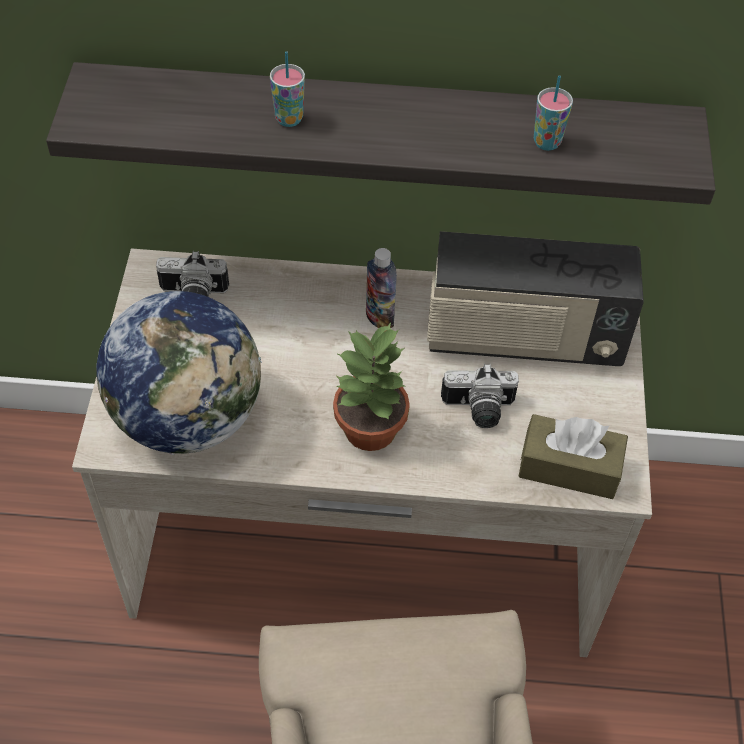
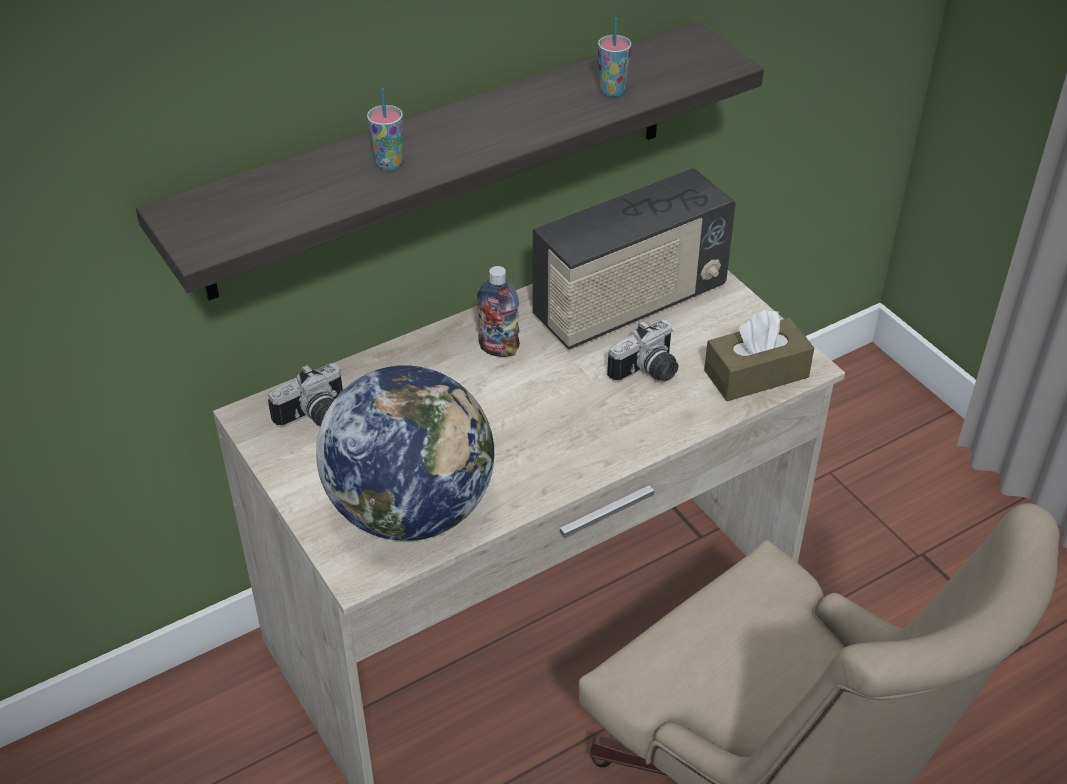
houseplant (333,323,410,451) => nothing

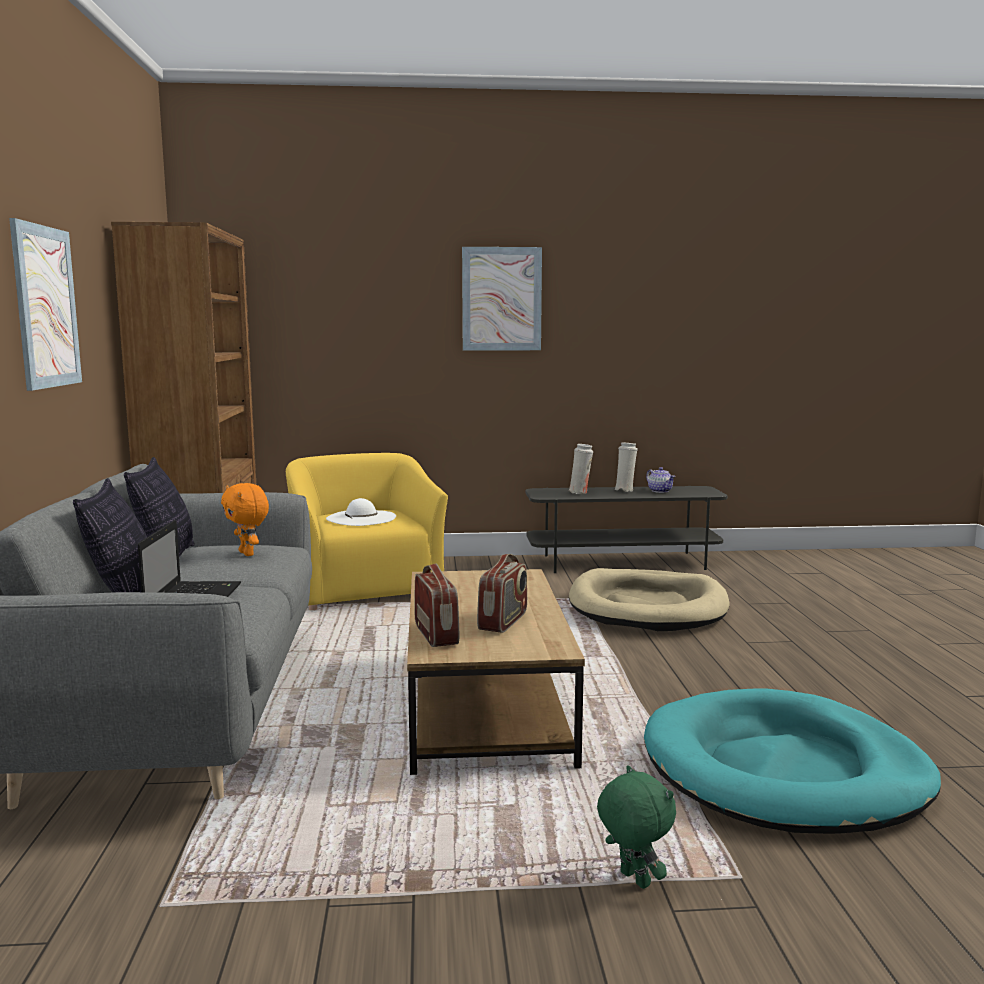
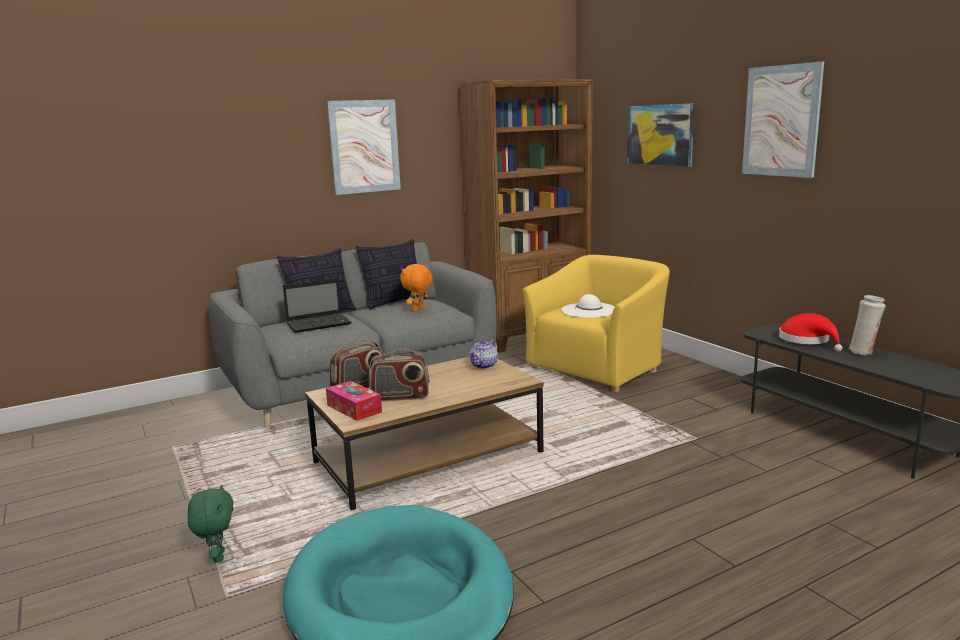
cuddly toy in greenish (597,765,676,889) => cuddly toy in greenish (188,485,234,564), 45 degrees counterclockwise
nothing => box of tissues (326,381,382,421)
pot for tea (646,467,675,493) => pot for tea (469,339,498,369), moved
nothing => wall picture (627,103,694,167)
flower vase in white-coloured (568,444,593,494) => hat in red (779,313,843,351)
pet bed in sand-coloured (569,568,729,631) => nothing

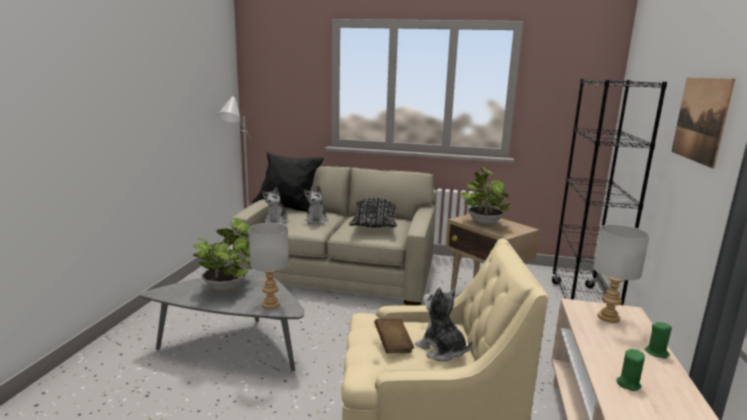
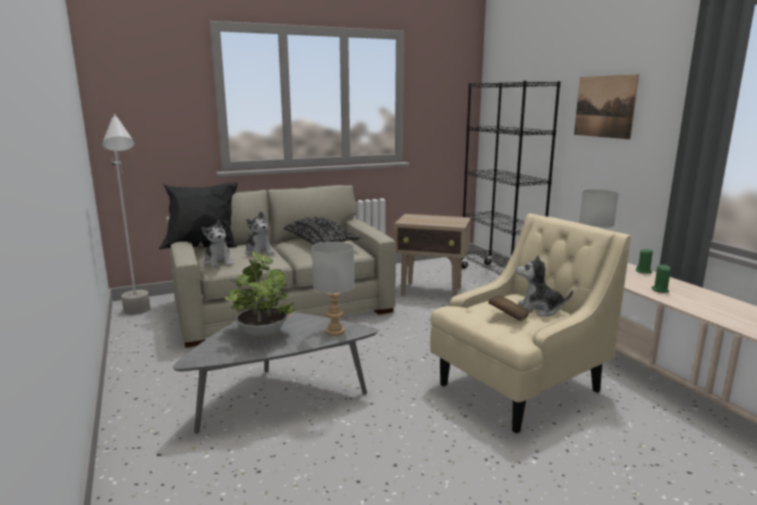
houseplant (462,166,512,226) => nothing

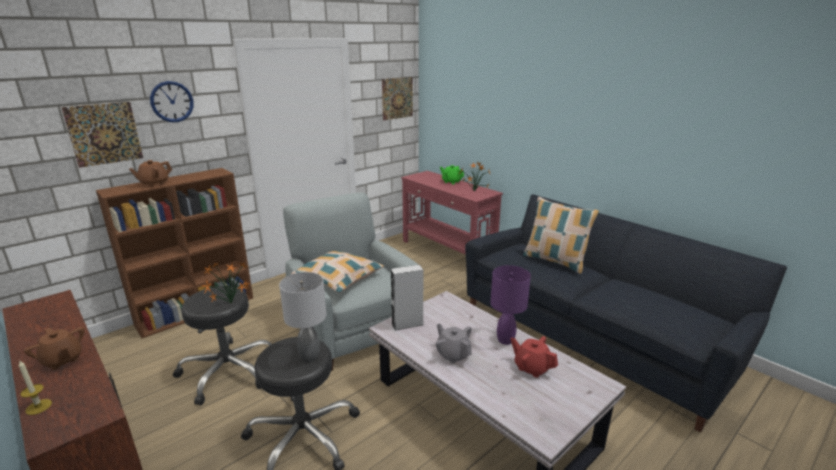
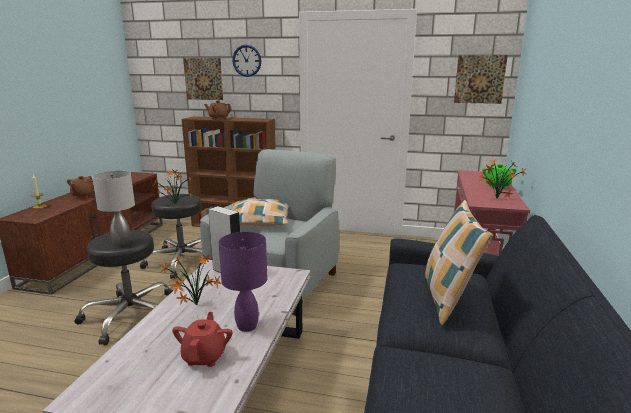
pot for tea in grey (436,324,472,364) => houseplant (160,254,222,305)

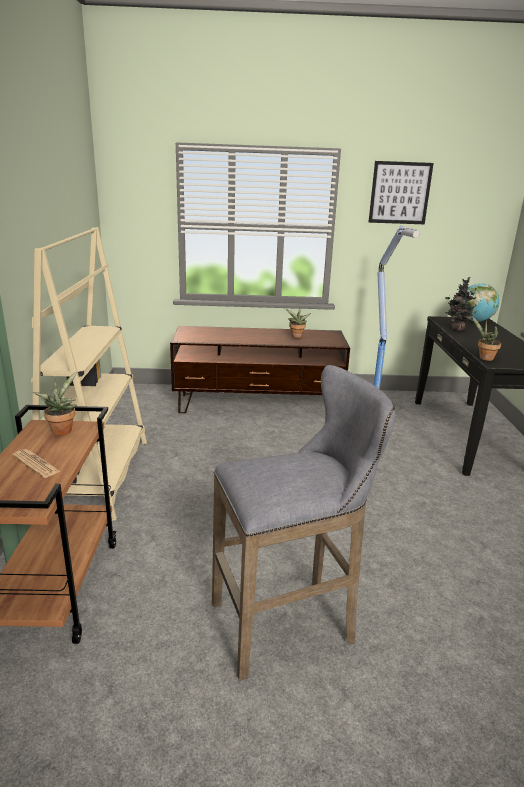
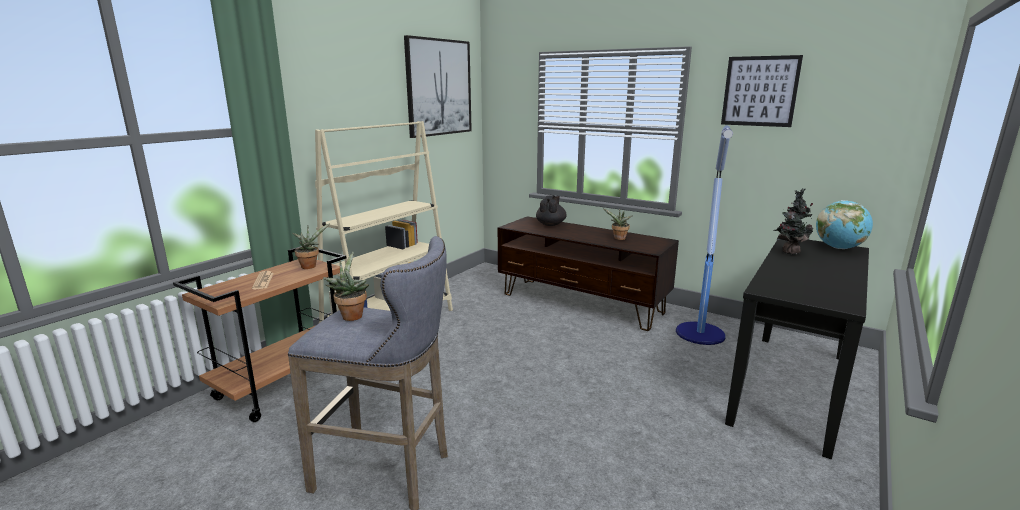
houseplant (471,316,501,361) => houseplant (323,252,369,321), moved
nothing => wall picture (404,35,472,138)
nothing => pot for tea in black-coloured (536,196,567,226)

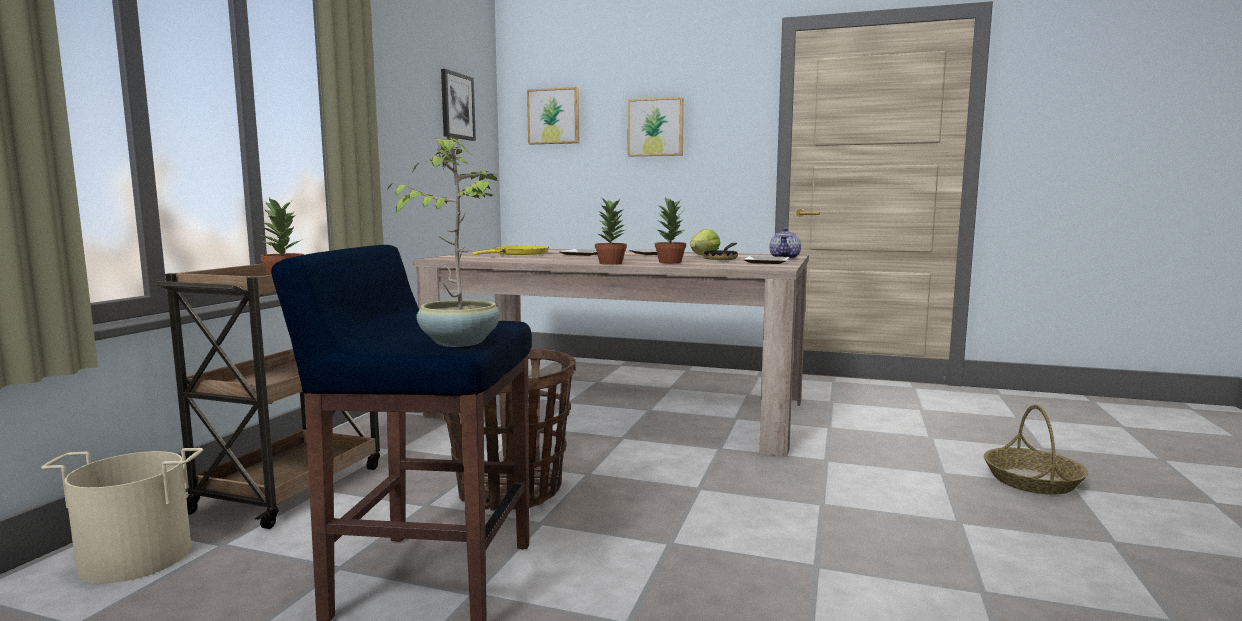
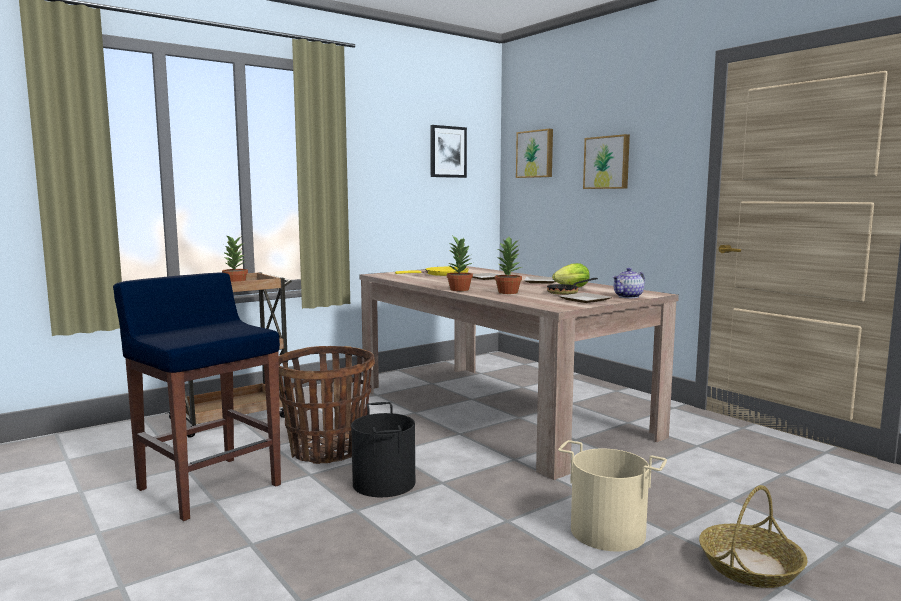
nothing => bucket in black-coloured (351,402,415,497)
bucket in sand-coloured (41,448,203,584) => bucket in sand-coloured (558,440,667,551), moved
houseplant (386,135,501,347) => nothing

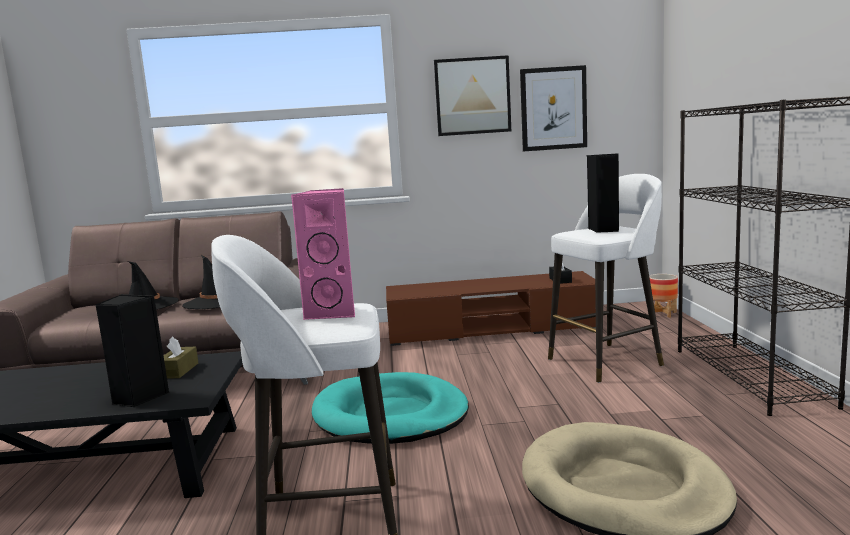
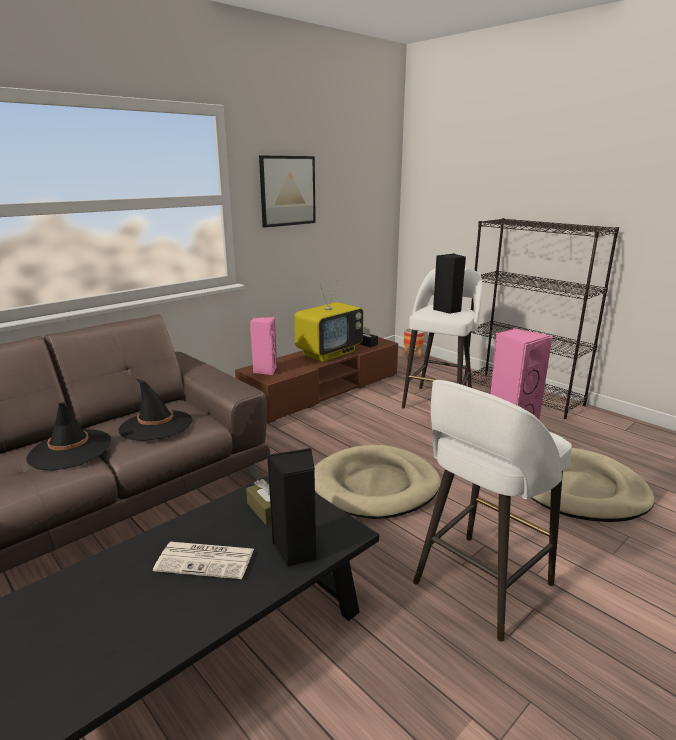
nothing => daily paper (153,542,254,579)
nothing => loudspeaker in pink (250,317,277,375)
nothing => TV set (294,280,363,362)
pet bed in turquoise-coloured (312,372,469,444) => pet bed in sand-coloured (314,445,441,519)
wall picture (520,65,587,151) => nothing

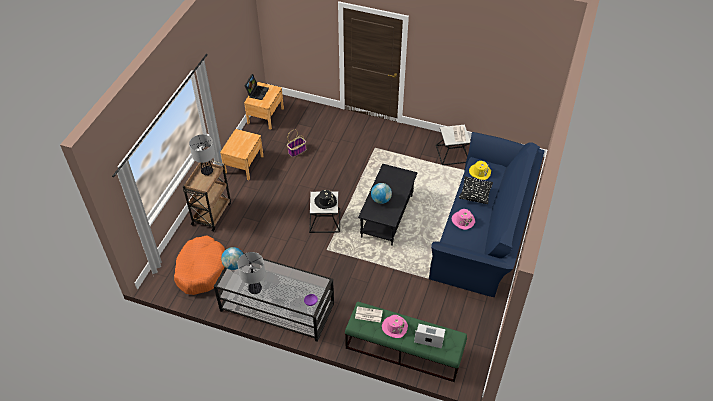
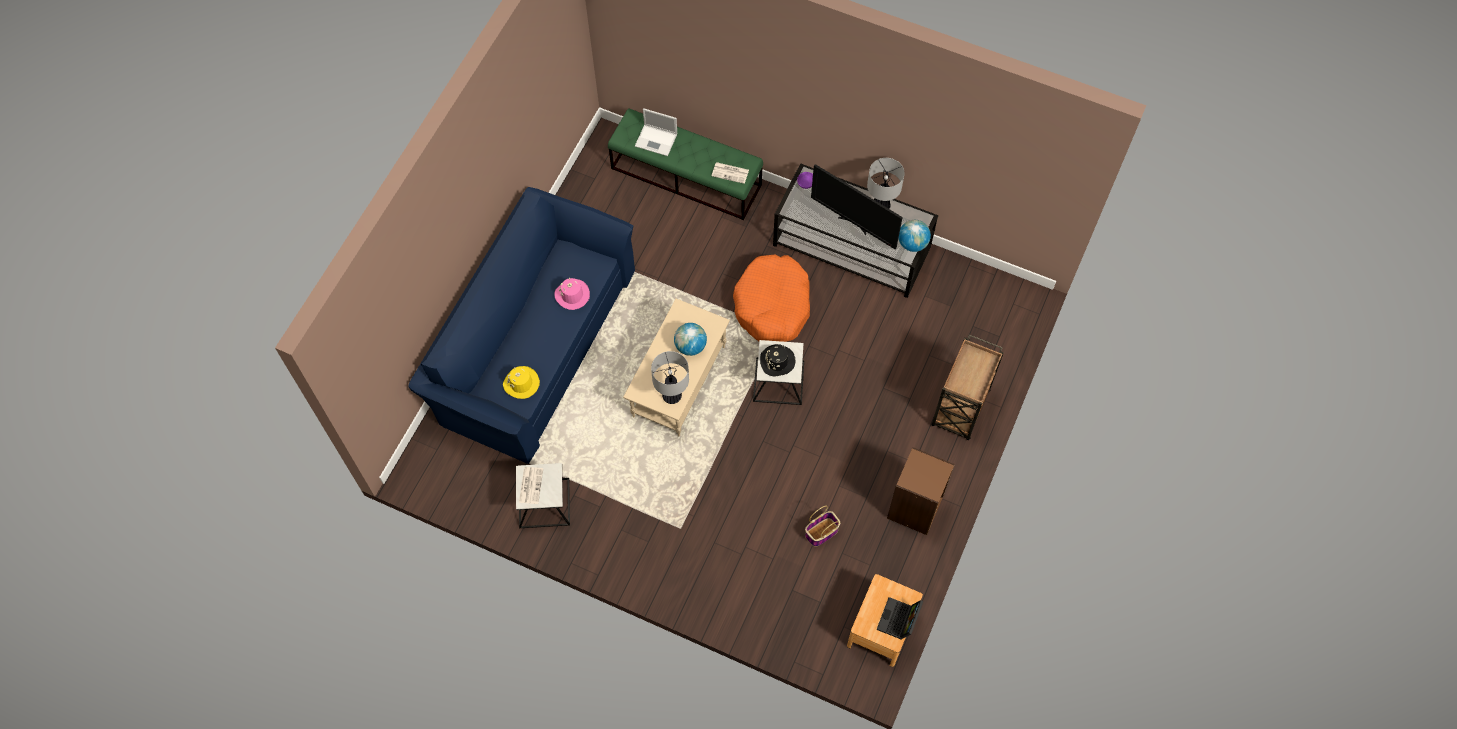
lounge table in black-coloured (358,164,418,246) => lounge table in sand-coloured (623,298,730,436)
table lamp (189,134,215,176) => table lamp (651,351,689,404), moved
pet bed in orange (174,235,225,295) => pet bed in orange (733,255,810,342), moved
nothing => TV set (811,164,903,249)
bedside table in brown-coloured (220,129,264,180) => bookcase in brown-coloured (887,447,955,535)
hat in pink (382,315,408,338) => nothing
pillow in black-coloured (459,176,493,204) => nothing

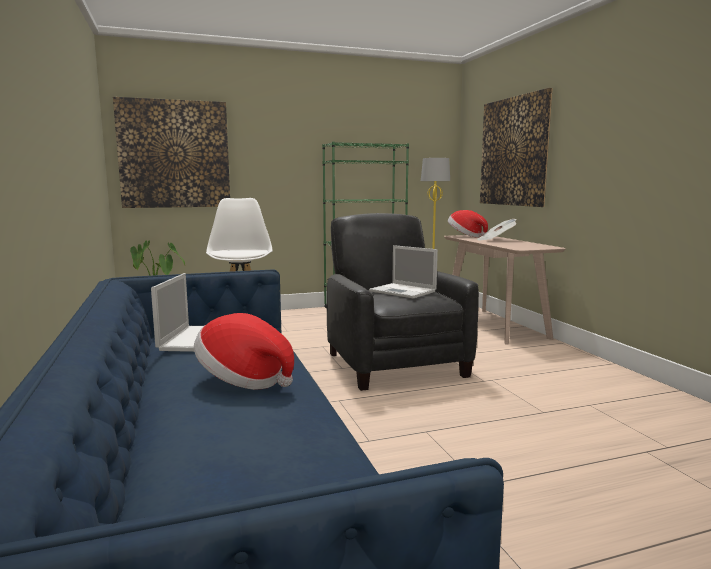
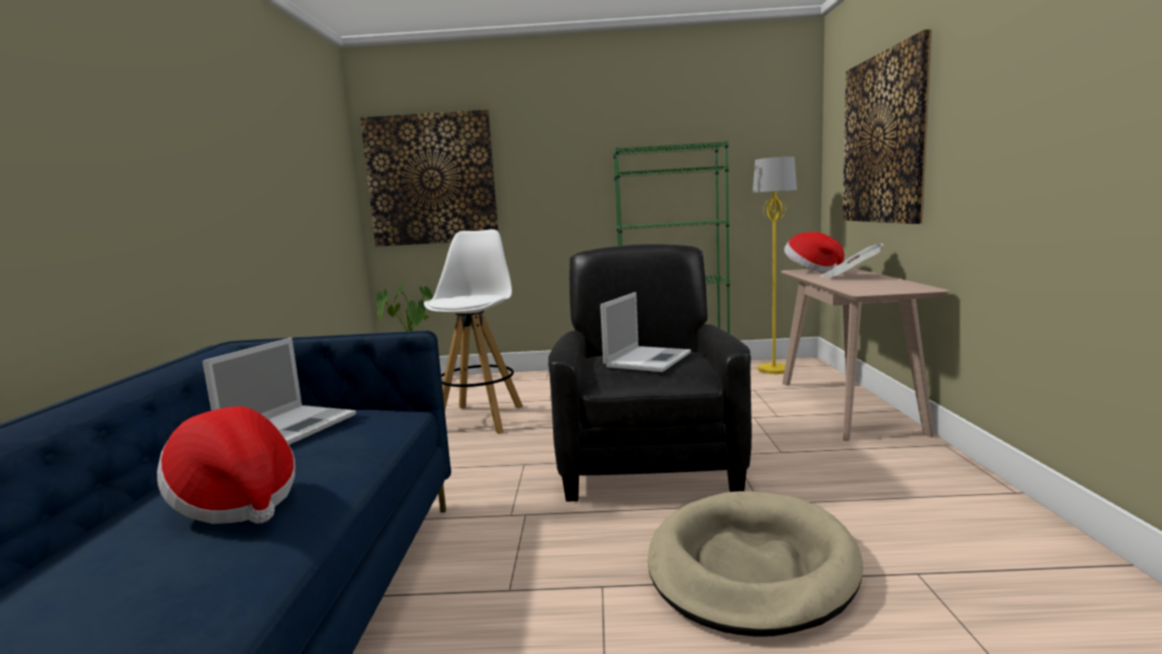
laptop (369,245,438,298) => laptop (600,292,691,372), 120 degrees counterclockwise
nothing => pet bed in sand-coloured (648,491,863,637)

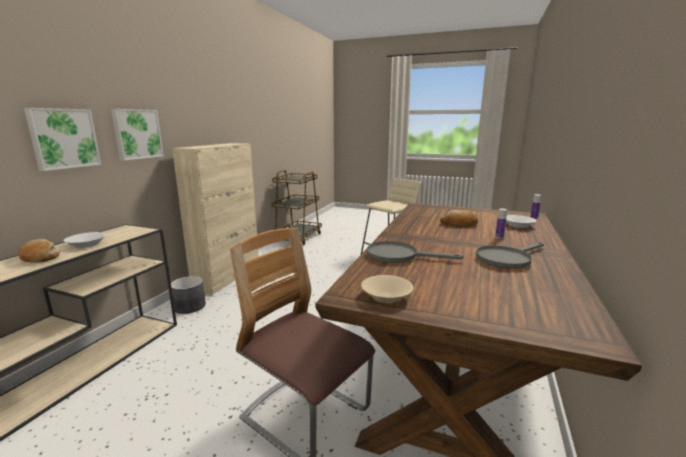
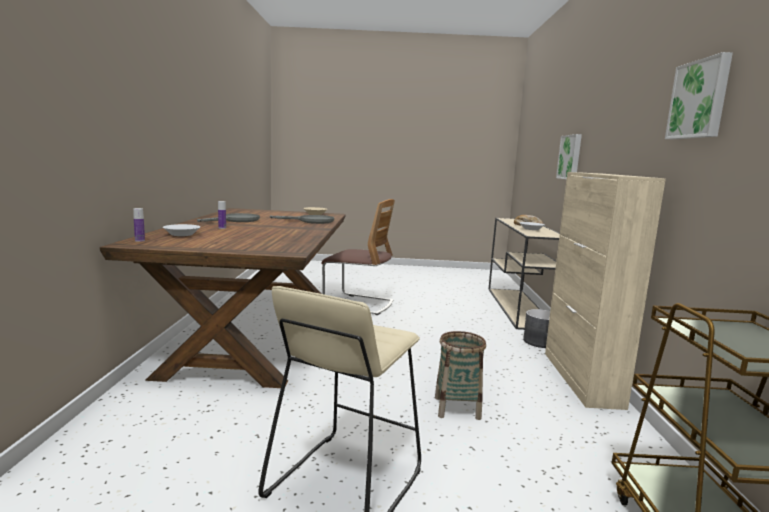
nothing => basket (435,331,486,420)
wall picture (111,109,164,161) => wall picture (665,52,733,139), moved
baked bread (440,210,478,226) => nothing

